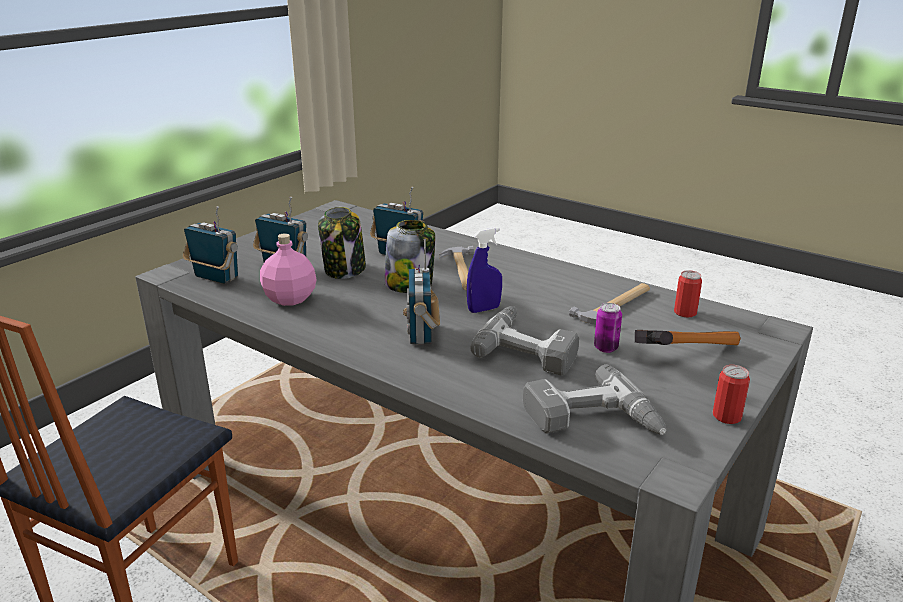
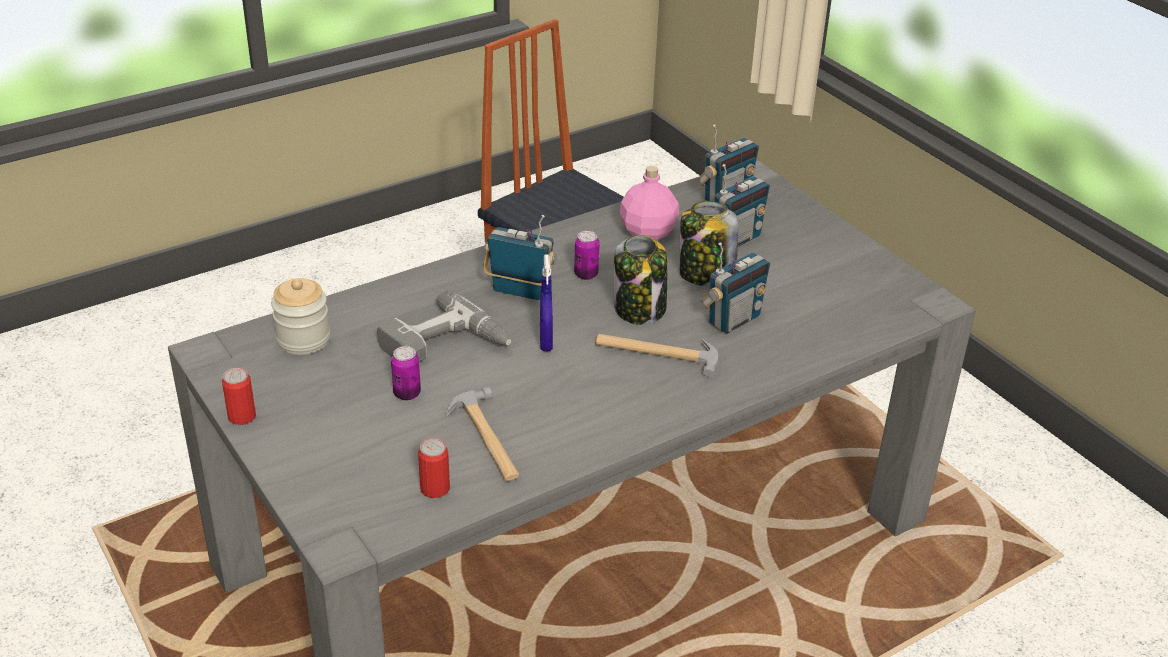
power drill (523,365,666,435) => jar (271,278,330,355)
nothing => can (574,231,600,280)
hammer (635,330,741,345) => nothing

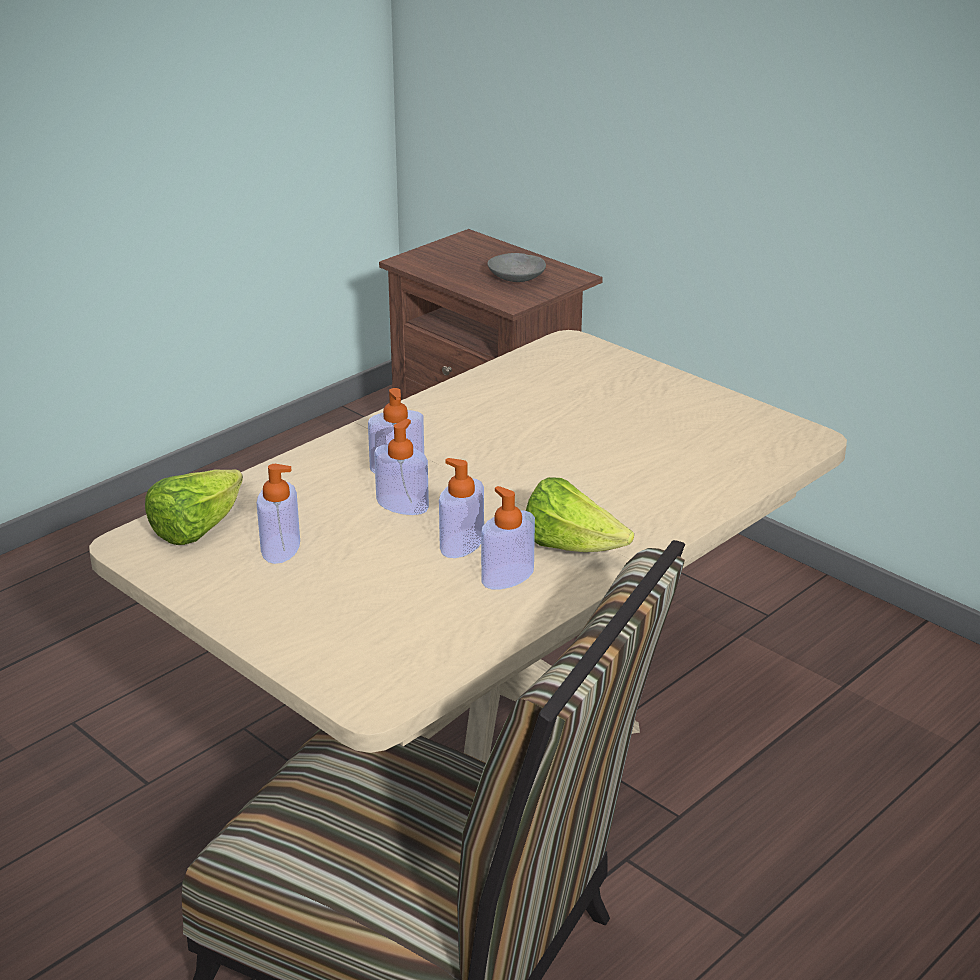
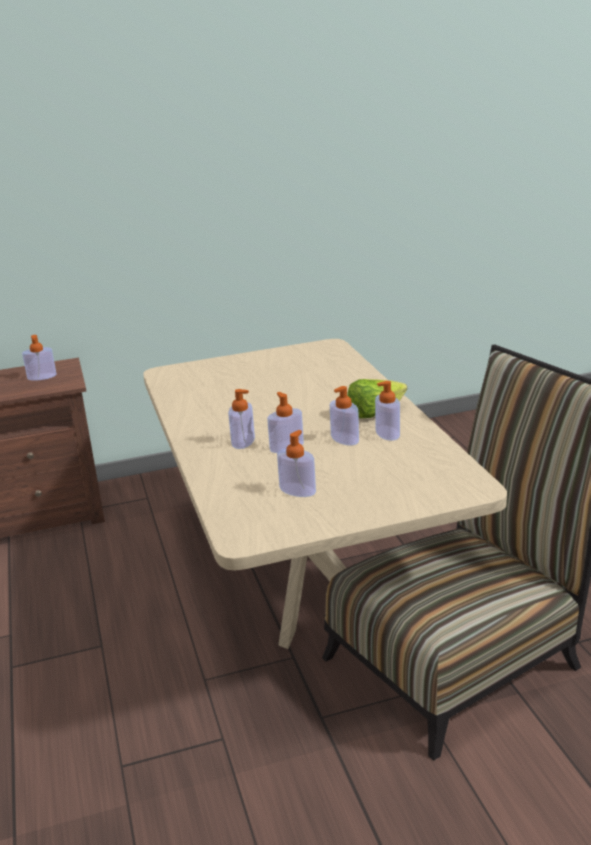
bowl in grey (487,253,546,282) => soap dispenser (22,335,56,381)
lettuce (145,469,243,545) => nothing

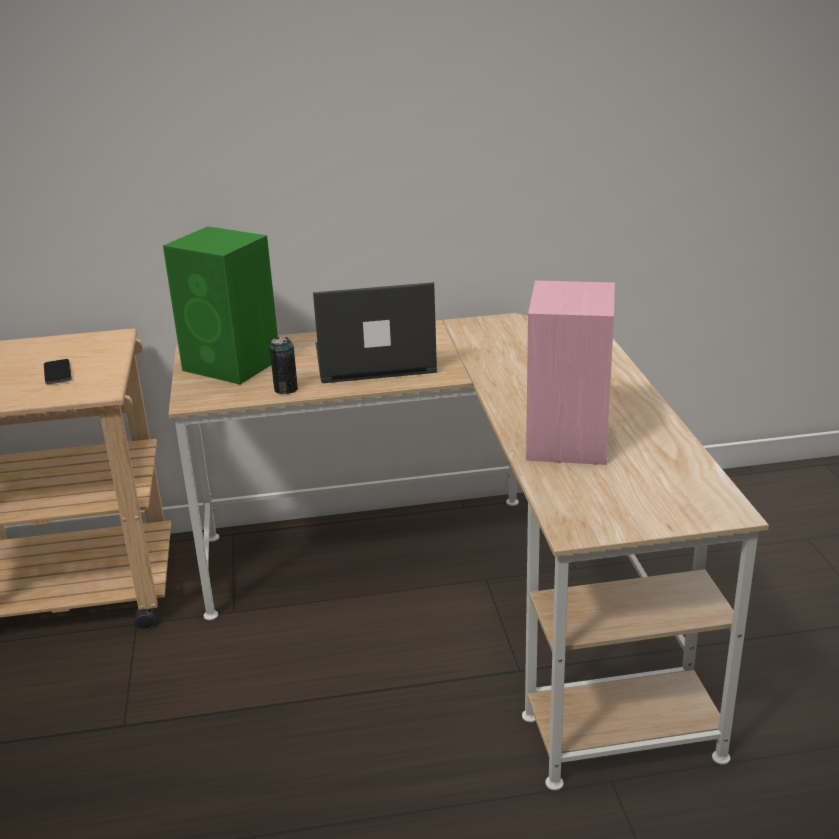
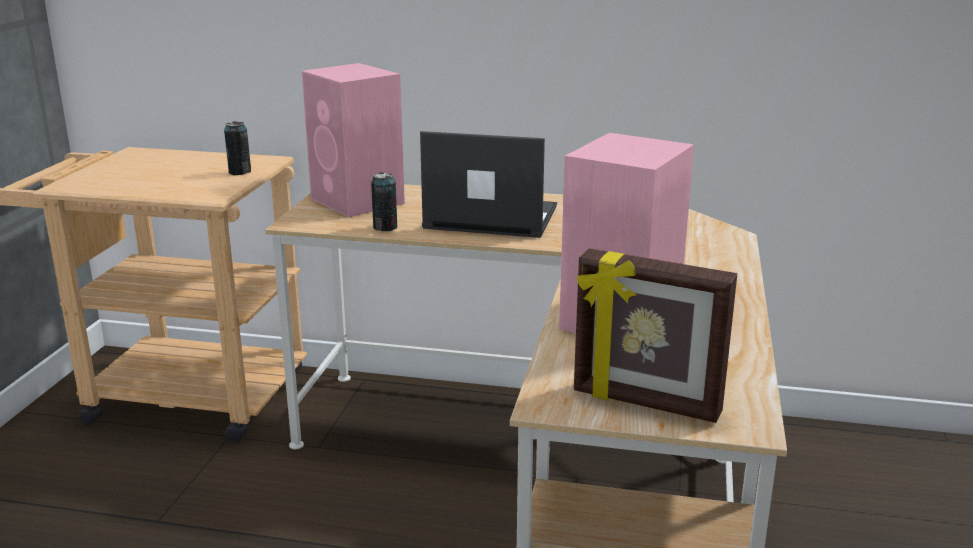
nothing => can (224,121,251,175)
loudspeaker in greenish (163,226,278,385) => loudspeaker in pink (302,63,405,217)
nothing => photo frame (574,249,737,423)
handset (44,359,72,384) => nothing

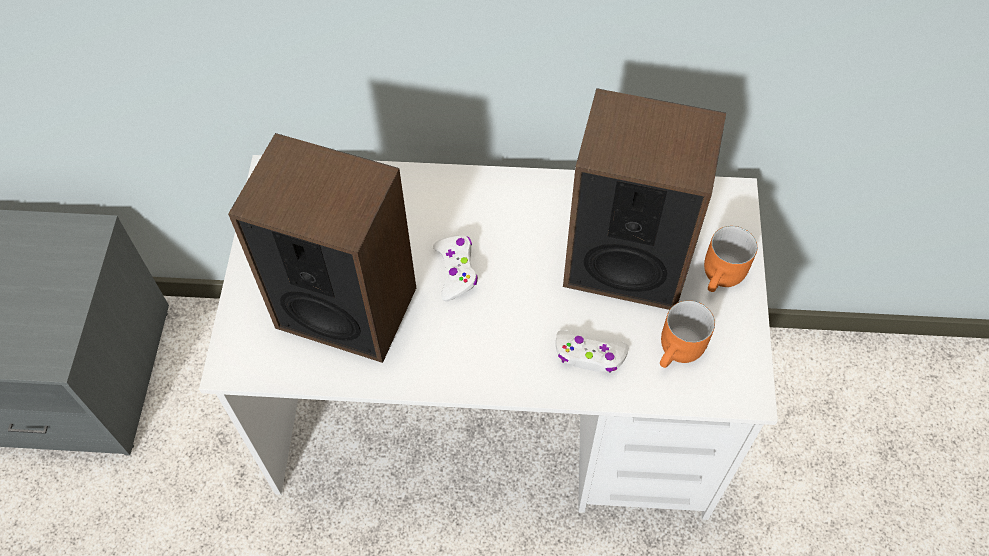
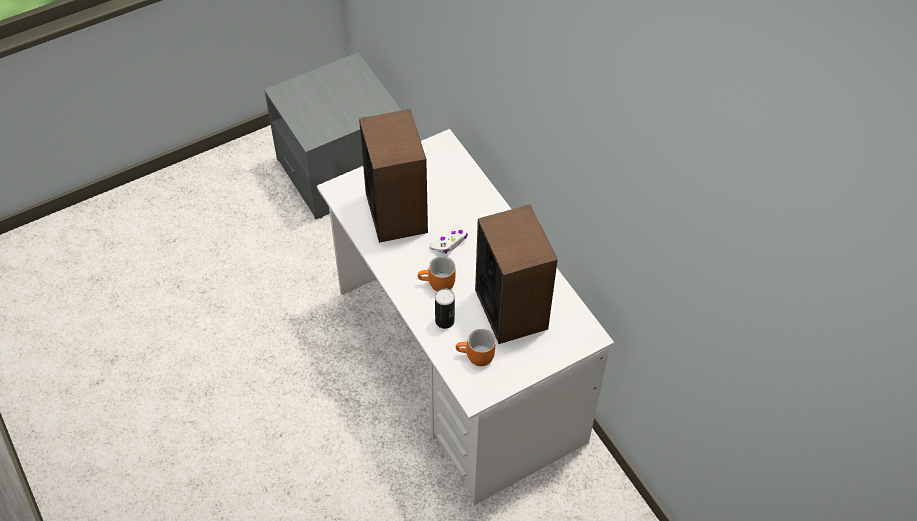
coffee mug in orange (704,226,758,292) => coffee mug in orange (418,256,456,291), moved
gamepad in white-coloured (556,330,629,372) => can (435,289,455,329)

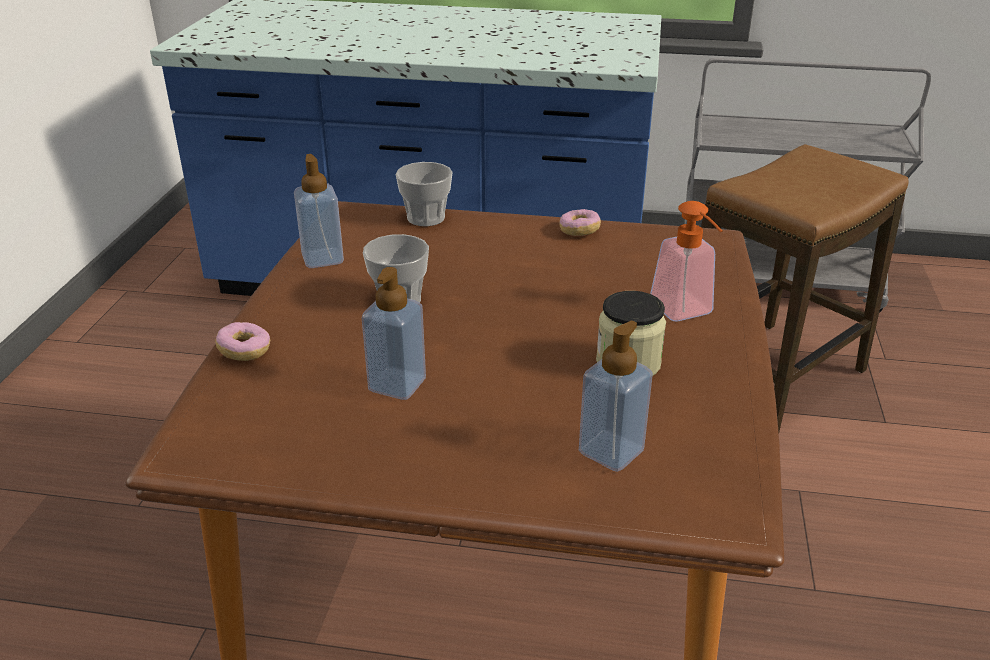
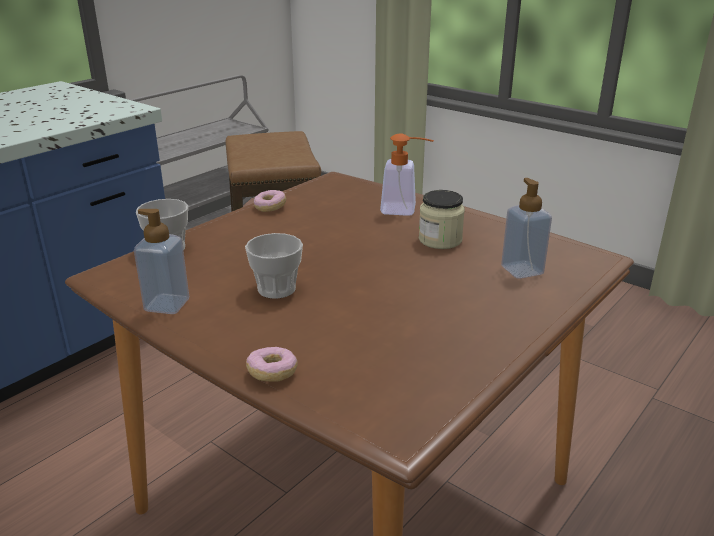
soap dispenser (362,267,426,400) => nothing

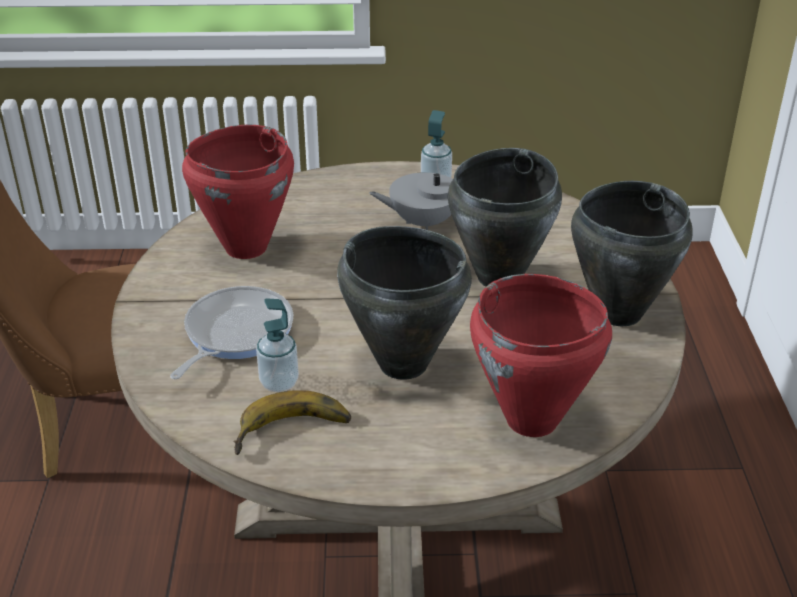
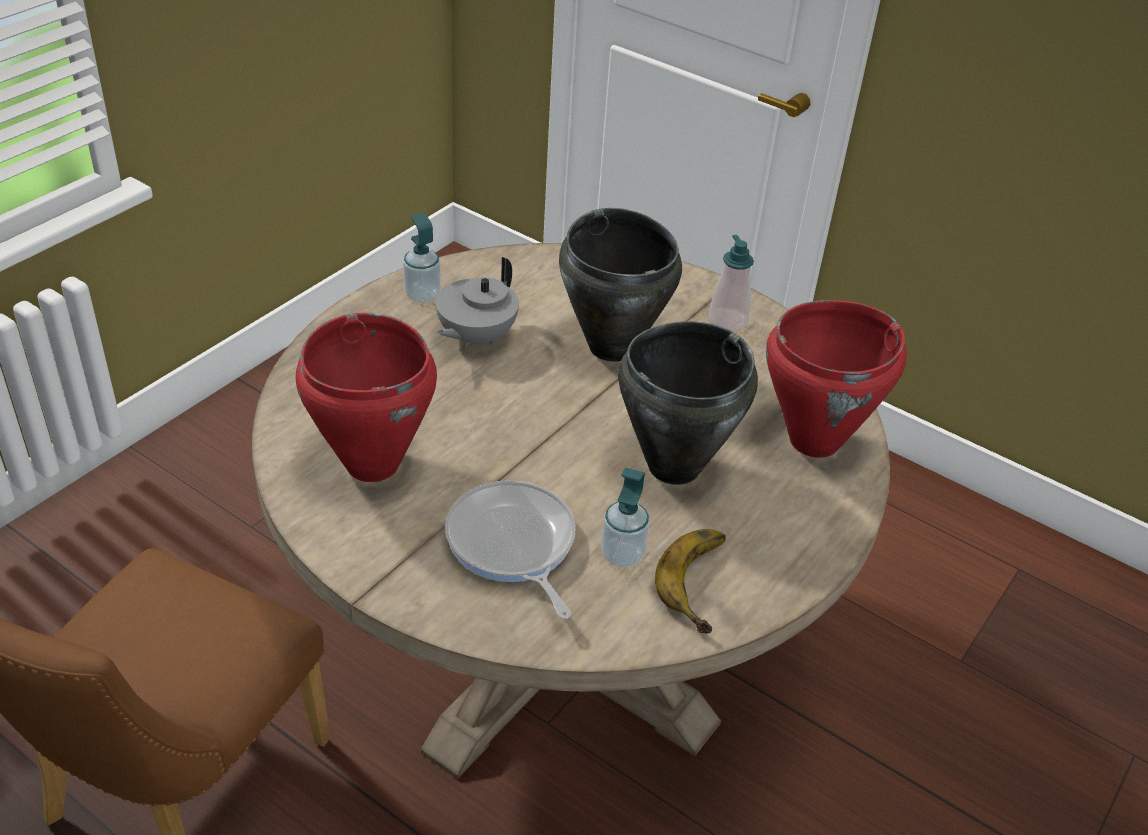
stockpot in black-coloured (571,181,693,326) => soap dispenser (709,235,754,331)

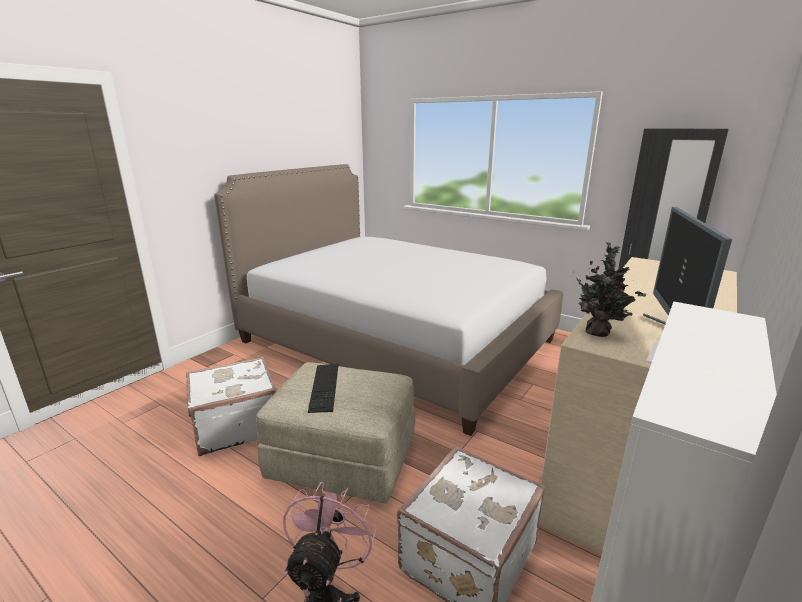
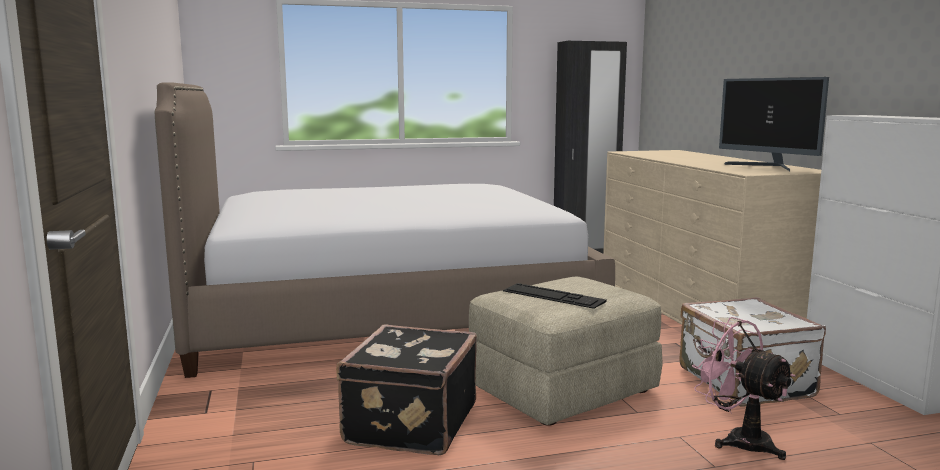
suitcase in white-coloured (186,357,276,456) => suitcase in black-coloured (336,324,477,455)
houseplant (573,242,646,337) => nothing

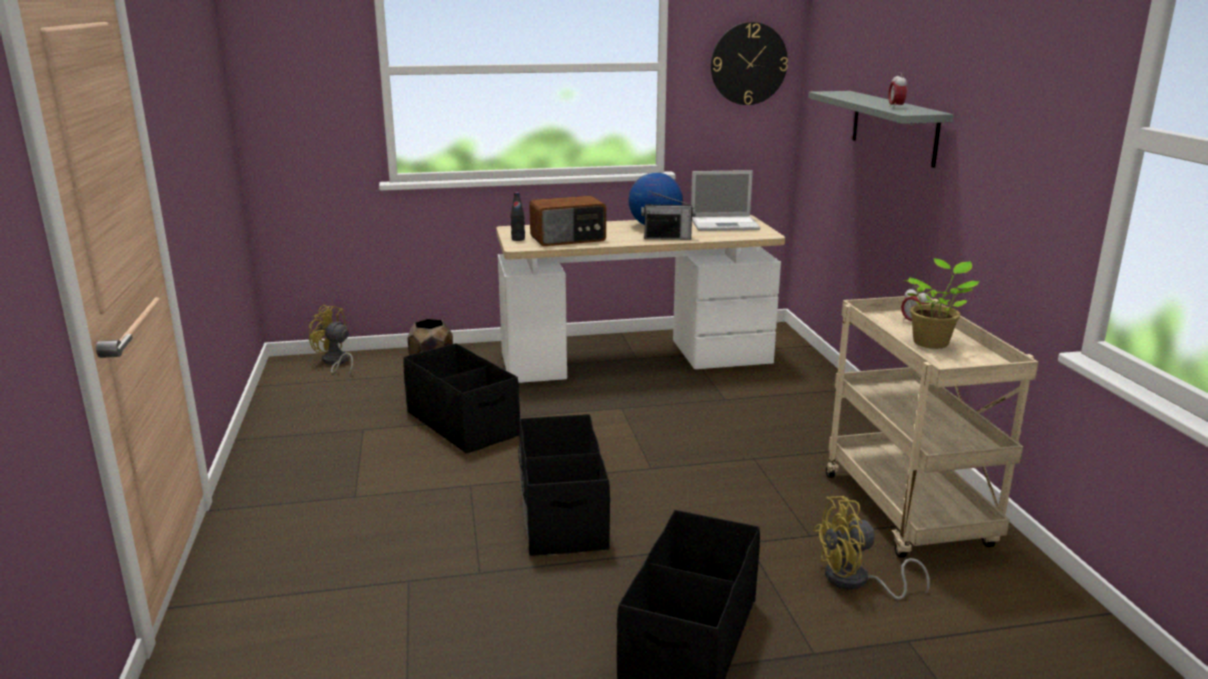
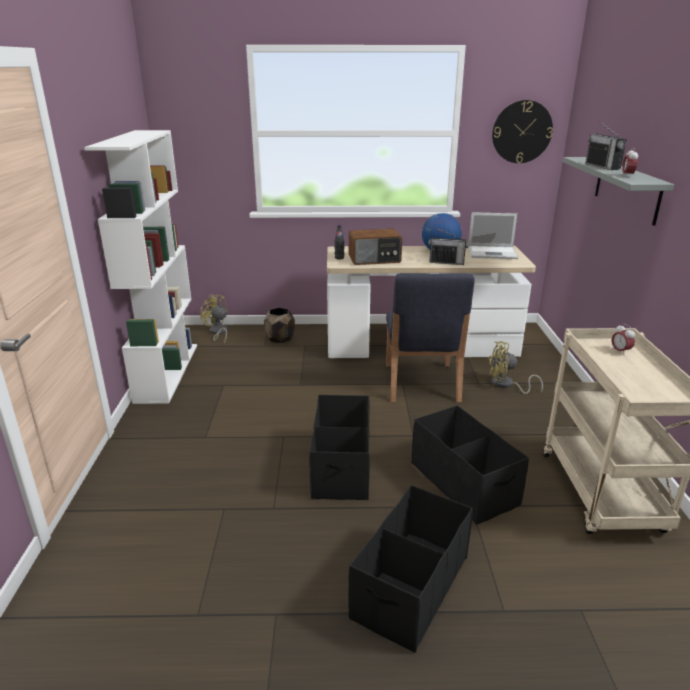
nothing => bookcase in white-coloured (84,130,197,404)
nothing => plain chair in bluish (386,273,475,402)
storage bin in black-coloured (403,343,520,453) => storage bin in black-coloured (412,405,529,525), moved
fan in yellow (813,496,930,600) => fan in yellow (488,341,543,394), moved
nothing => radio receiver (585,122,626,170)
houseplant (904,258,980,349) => nothing

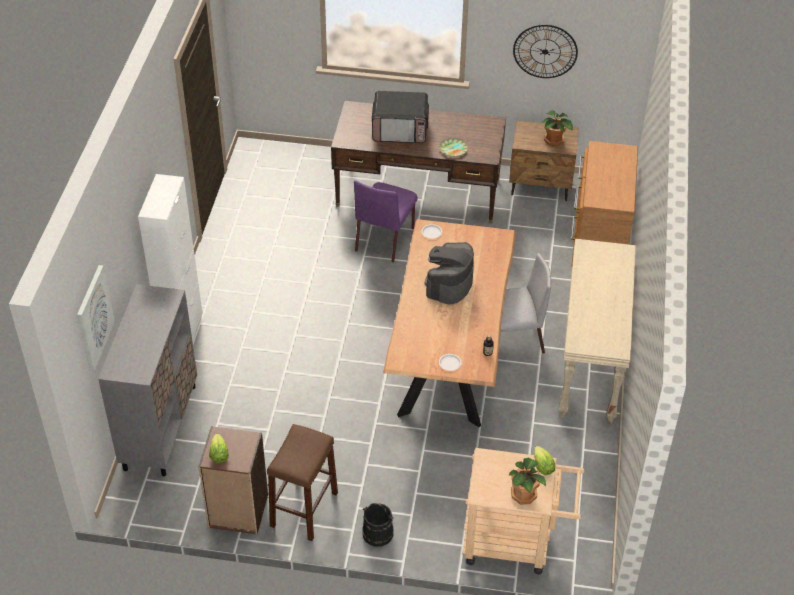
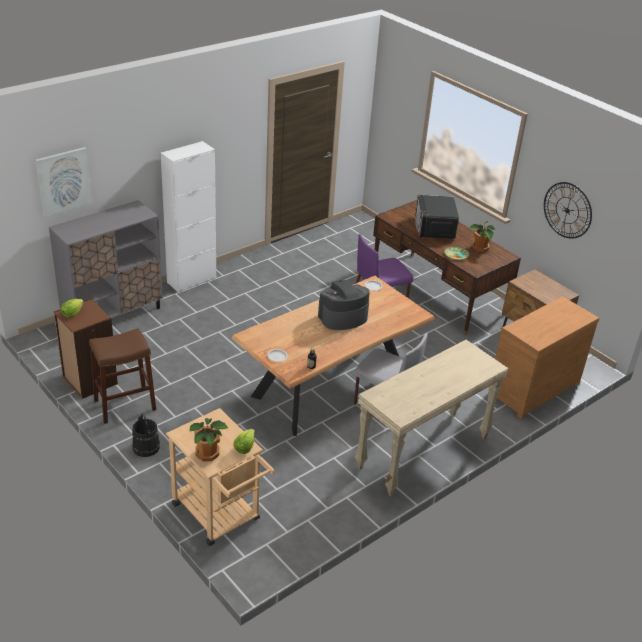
kitchen microwave (372,91,429,143) => kitchen microwave (415,195,459,239), 45 degrees clockwise
houseplant (542,110,573,147) => houseplant (469,221,495,253), moved

